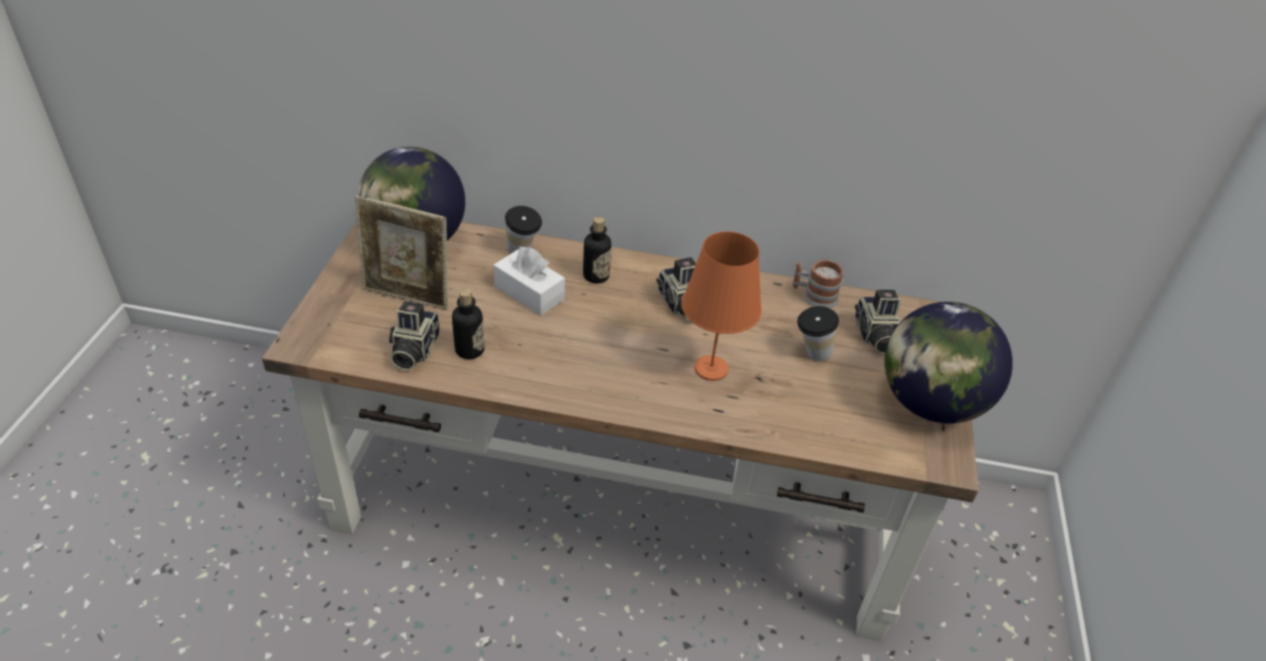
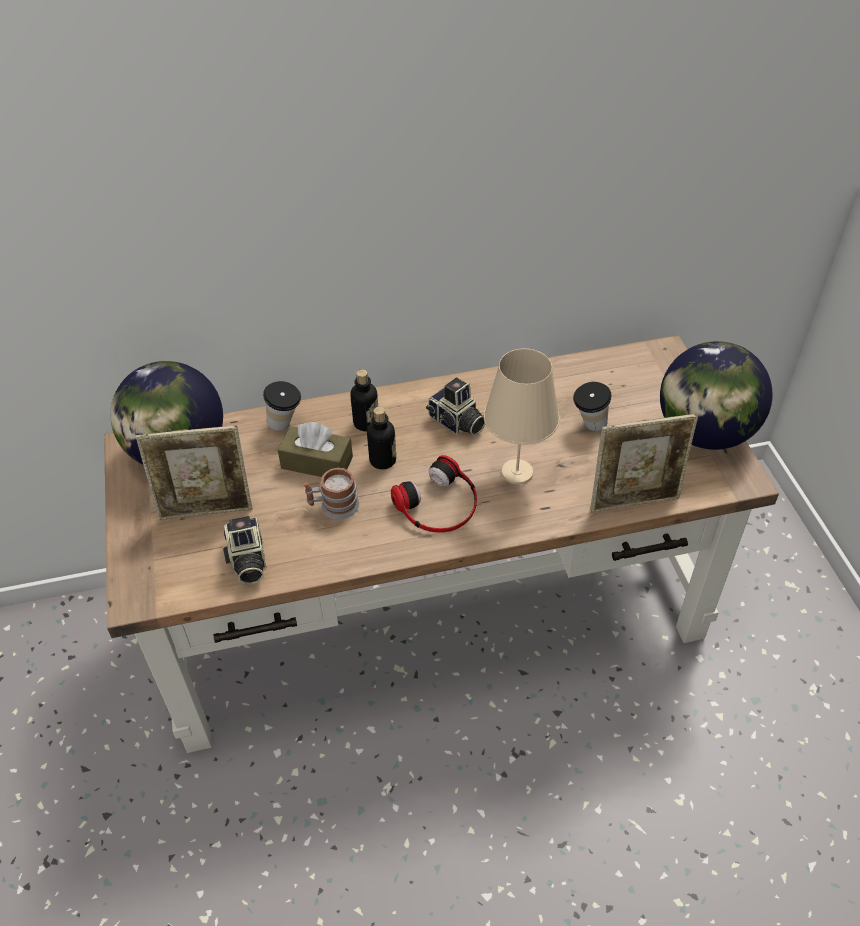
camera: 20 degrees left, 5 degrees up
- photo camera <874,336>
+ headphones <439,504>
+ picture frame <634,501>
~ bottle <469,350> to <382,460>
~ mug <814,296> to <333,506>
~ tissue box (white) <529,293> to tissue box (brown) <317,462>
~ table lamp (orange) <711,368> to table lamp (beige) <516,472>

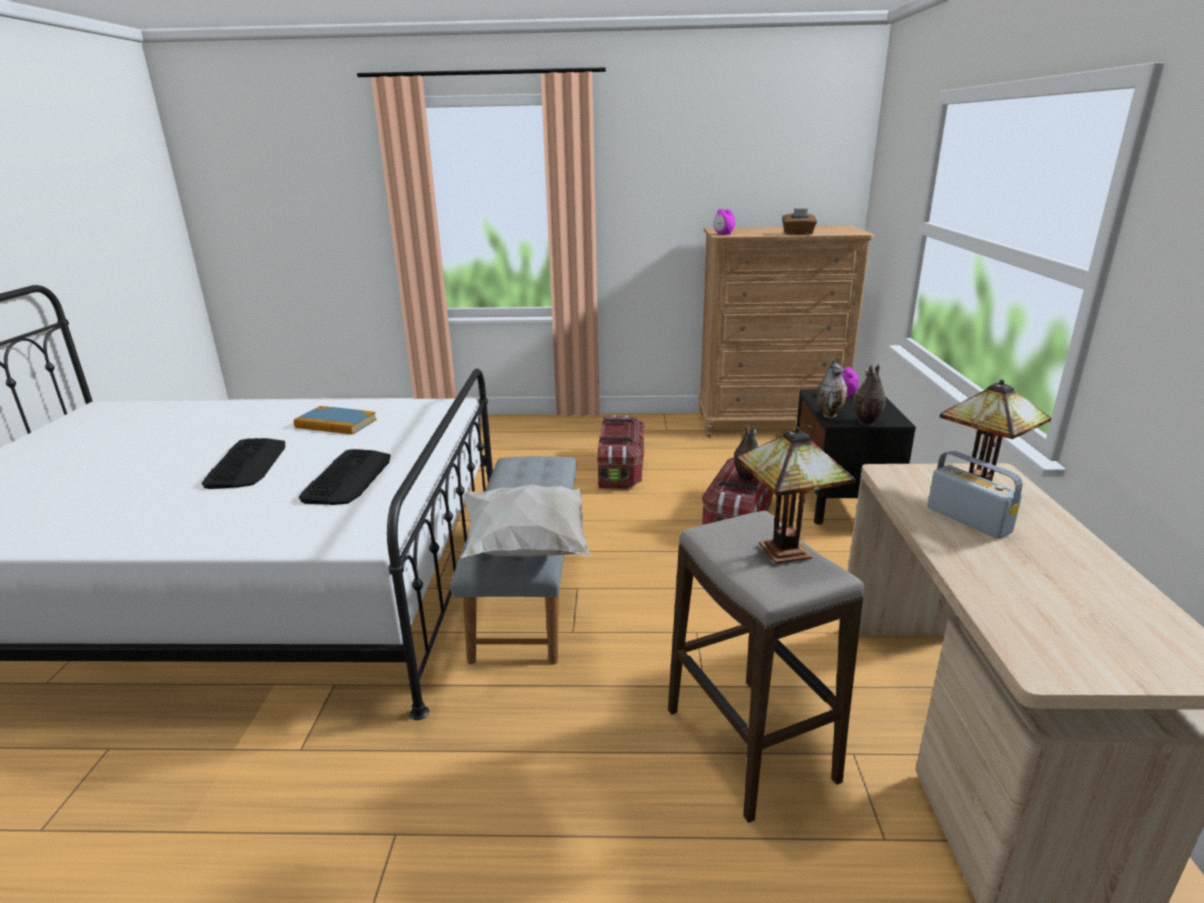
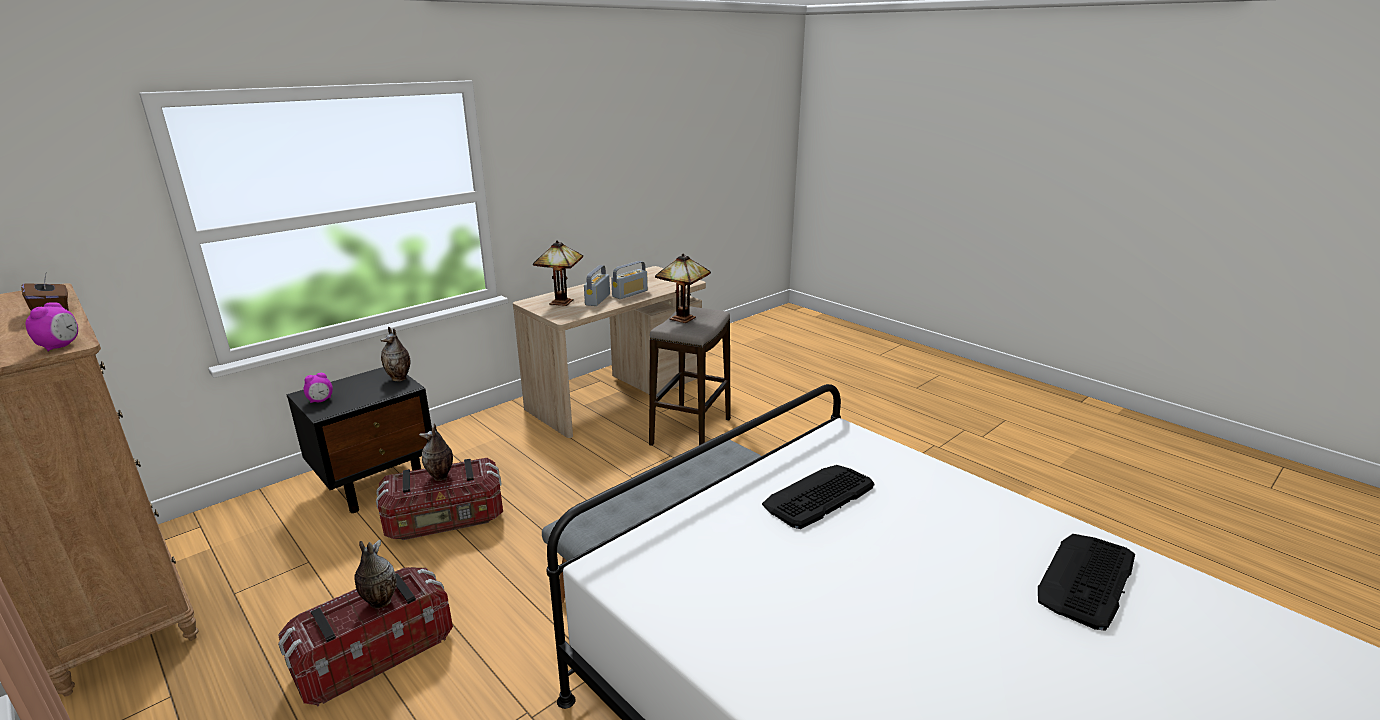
camera: 135 degrees left, 0 degrees up
- book <336,424>
- pillow (white) <527,549>
+ radio <630,293>
~ keyboard <247,464> to <1086,579>
~ vase <829,414> to <379,602>

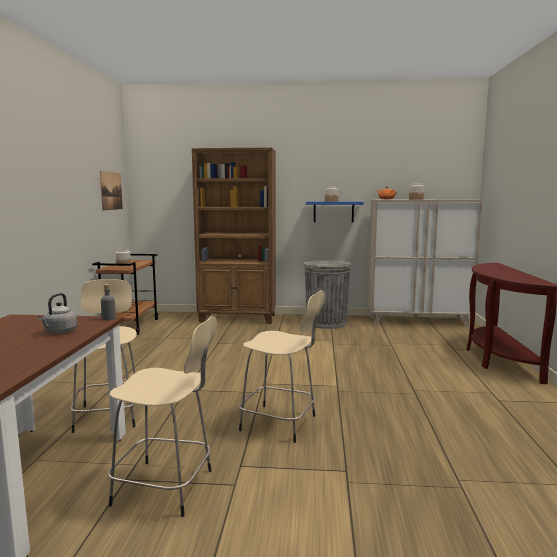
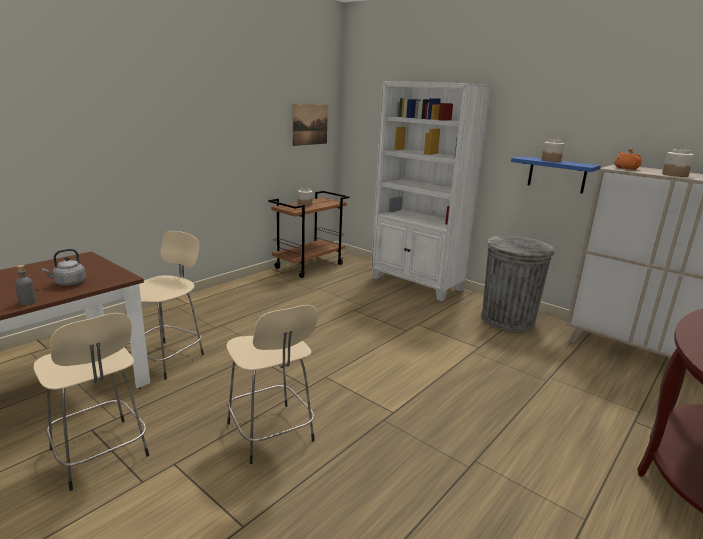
camera: 35 degrees right, 10 degrees up
~ bottle (grey) <108,318> to <27,302>
~ bookcase (brown) <238,318> to bookcase (white) <416,284>

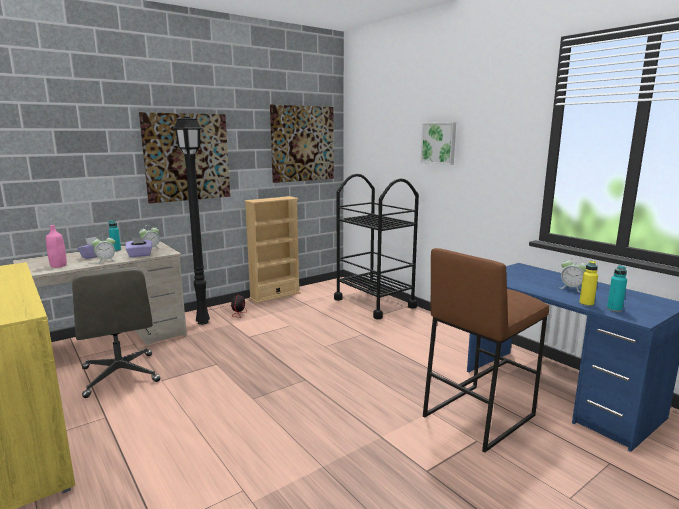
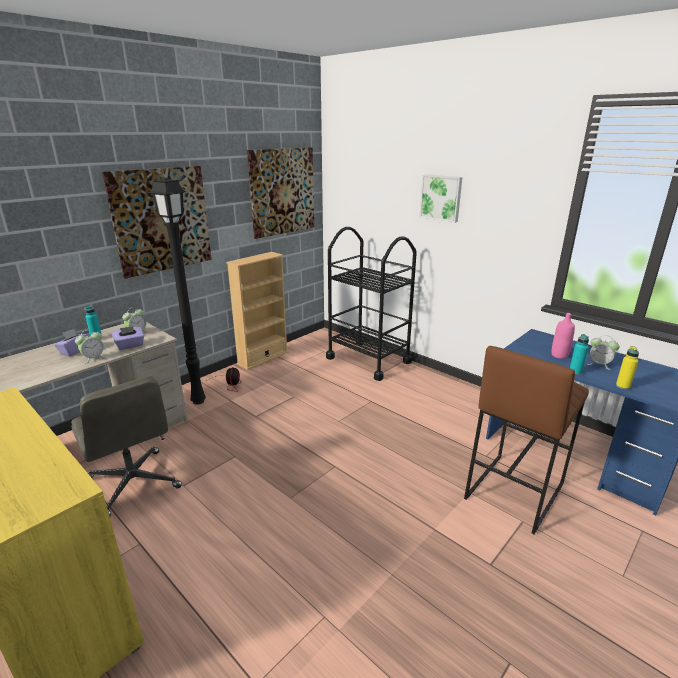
camera: 10 degrees left, 10 degrees up
~ bottle (pink) <58,265> to <559,355>
~ bottle (turquoise) <614,309> to <575,371>

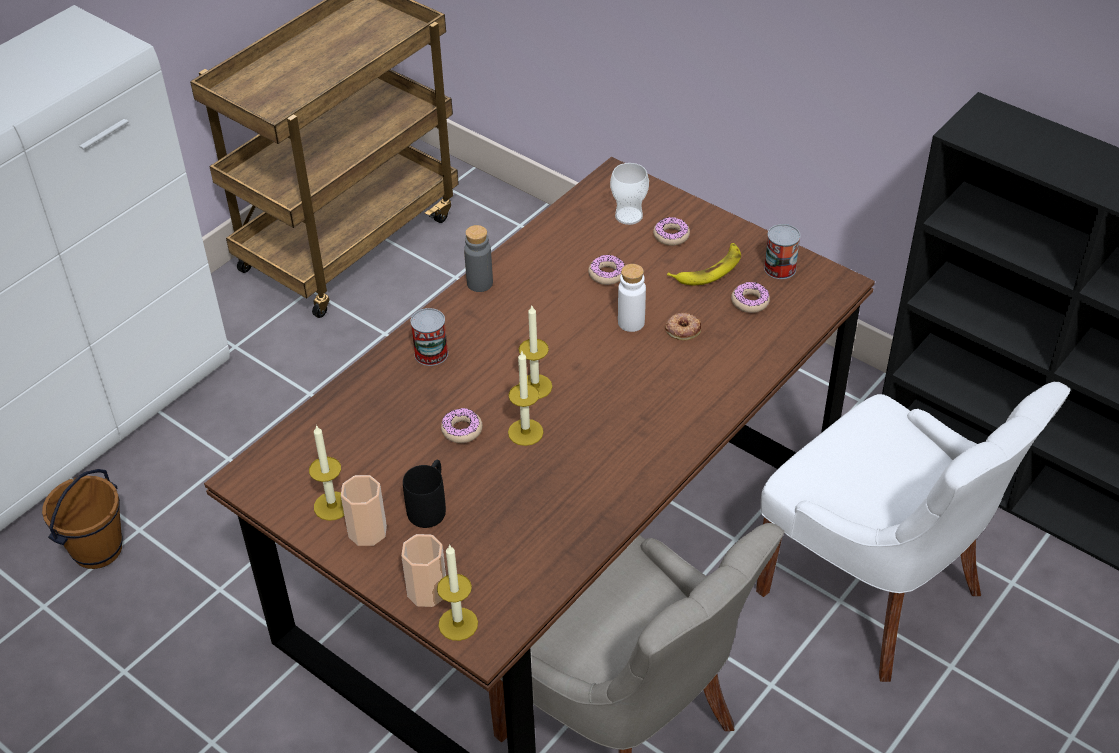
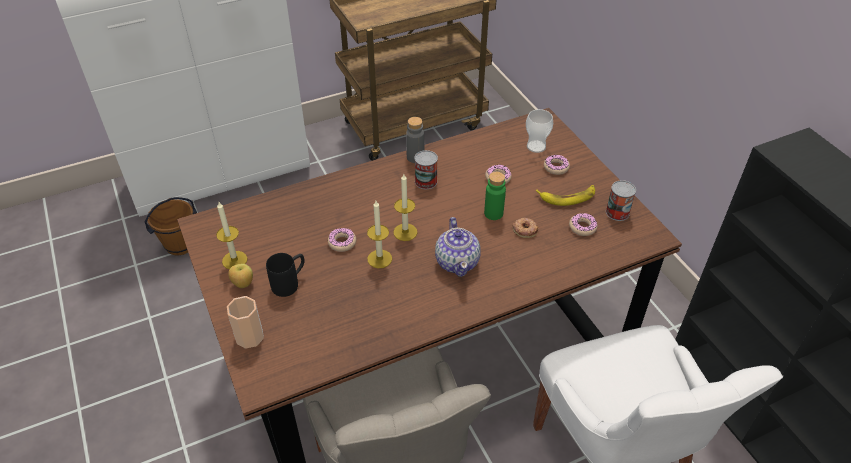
camera: 25 degrees right, 0 degrees up
- candle <458,624>
+ teapot <457,262>
~ can <431,354> to <426,181>
~ cup <367,531> to apple <243,284>
~ bottle (white) <631,322> to bottle (green) <493,213>

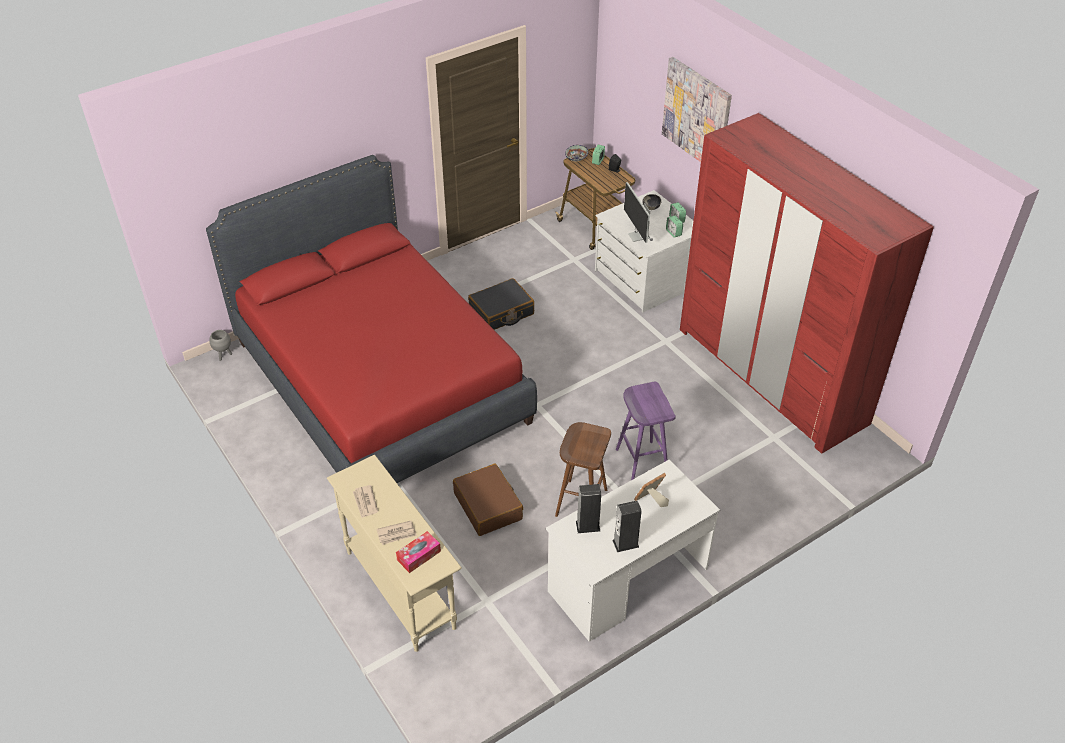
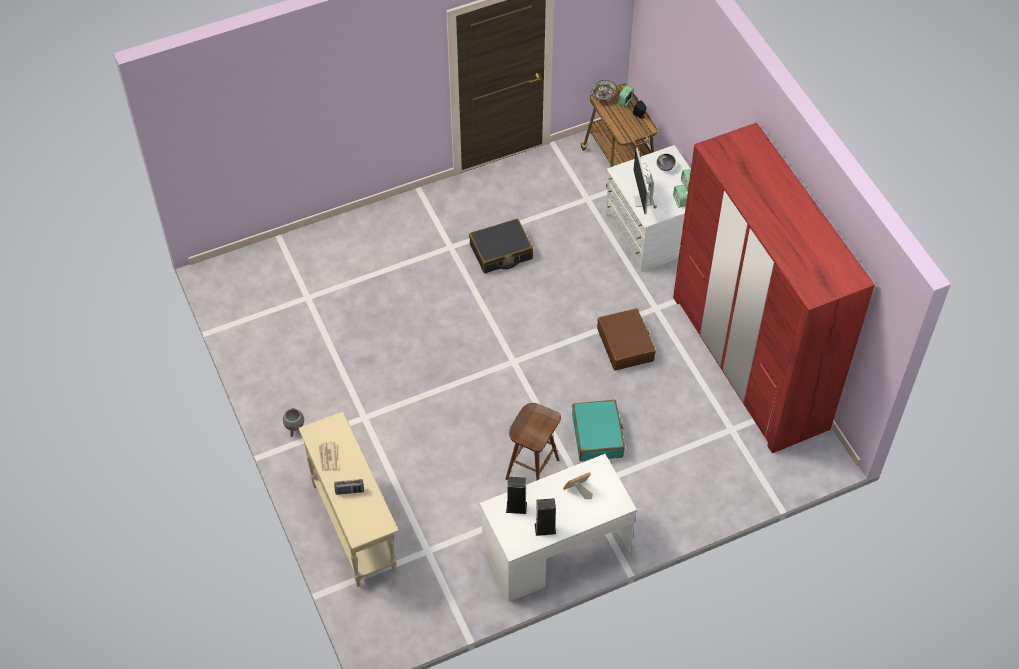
camera: 10 degrees right, 10 degrees up
- bed (red) <380,381>
- tissue box <419,555>
- picture <697,114>
~ planter (grey) <223,355> to <295,430>
~ suitcase (brown) <488,506> to <625,345>
~ newspaper <397,534> to radio <349,491>
~ stool (purple) <641,461> to suitcase (turquoise) <597,436>

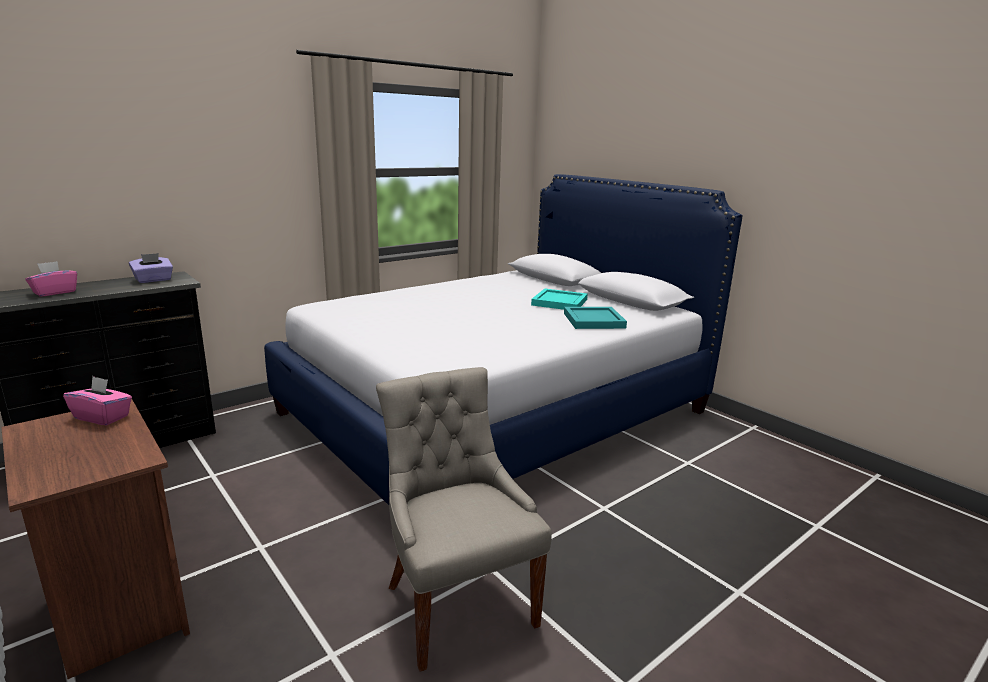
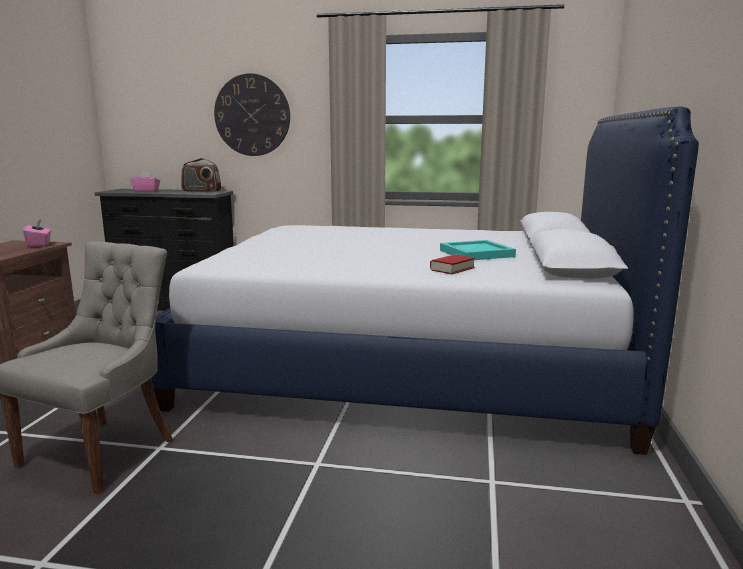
camera: 50 degrees right, 5 degrees down
+ wall clock <252,115>
~ tissue box (purple) <153,280> to radio <201,191>
~ tray (turquoise) <595,321> to book <452,269>

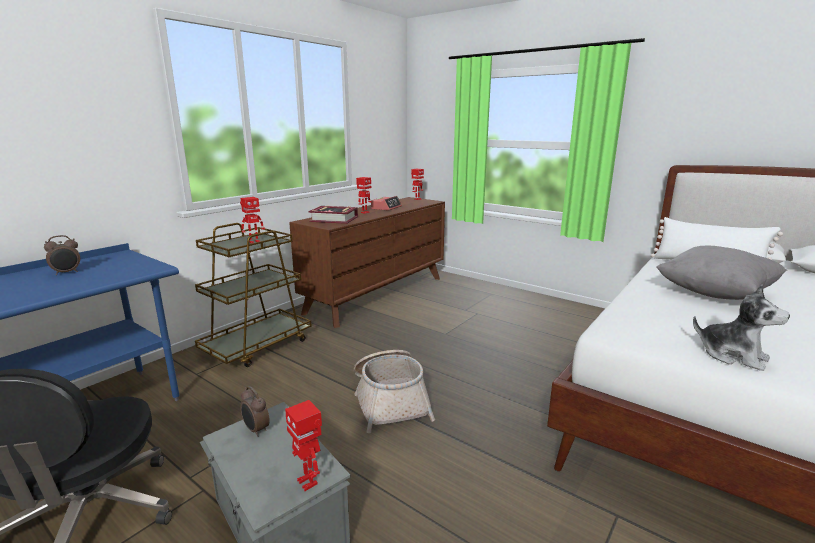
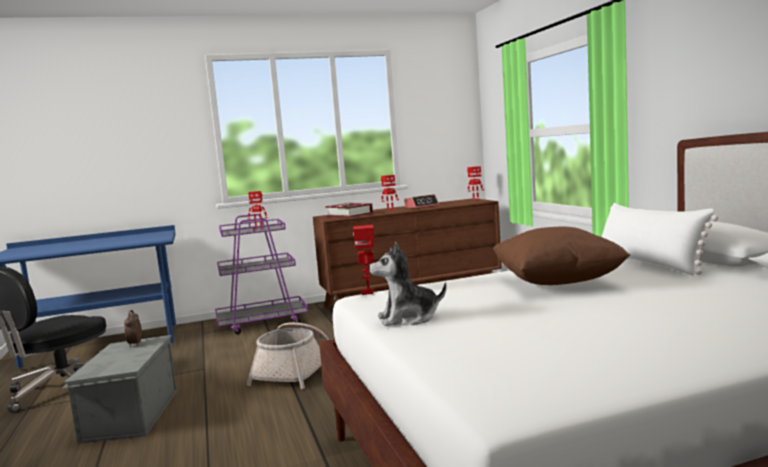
camera: 35 degrees right, 10 degrees down
- alarm clock <67,272>
~ toy robot <308,482> to <368,292>
~ cart (brown) <258,346> to cart (purple) <263,322>
~ pillow (grey) <714,293> to pillow (brown) <557,283>
~ plush toy <732,355> = <408,318> 90 degrees clockwise

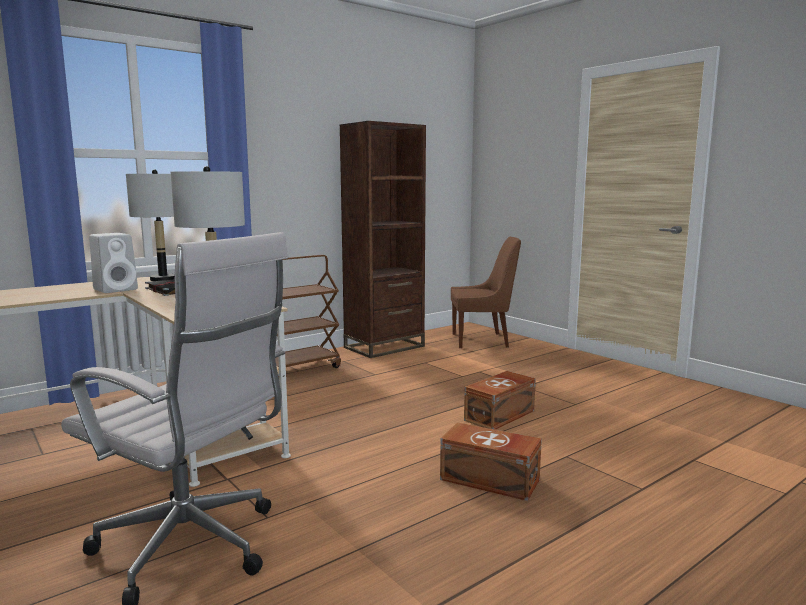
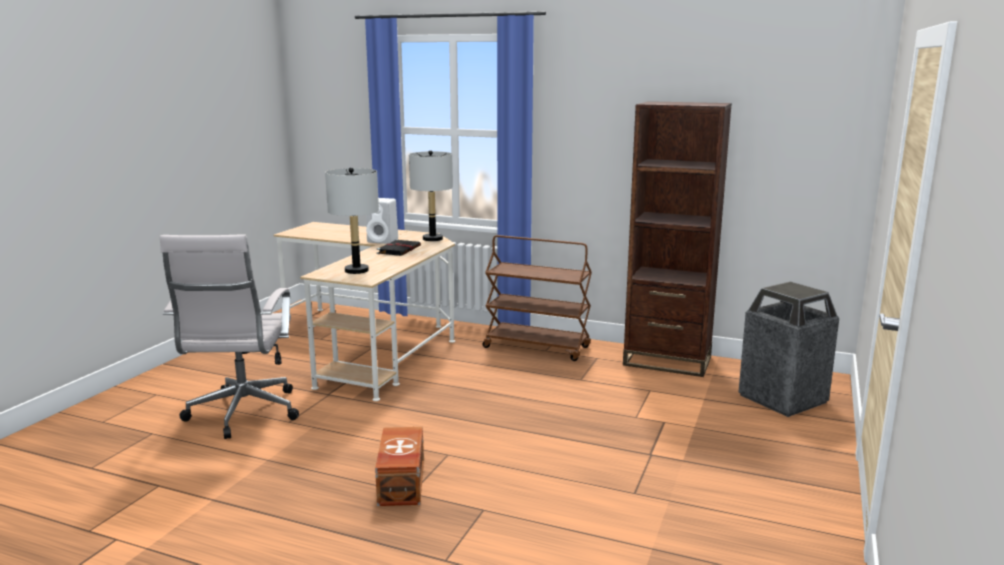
camera: 60 degrees right, 5 degrees up
- storage box (brown) <501,415>
~ chair (brown) <482,340> to trash can <782,399>

